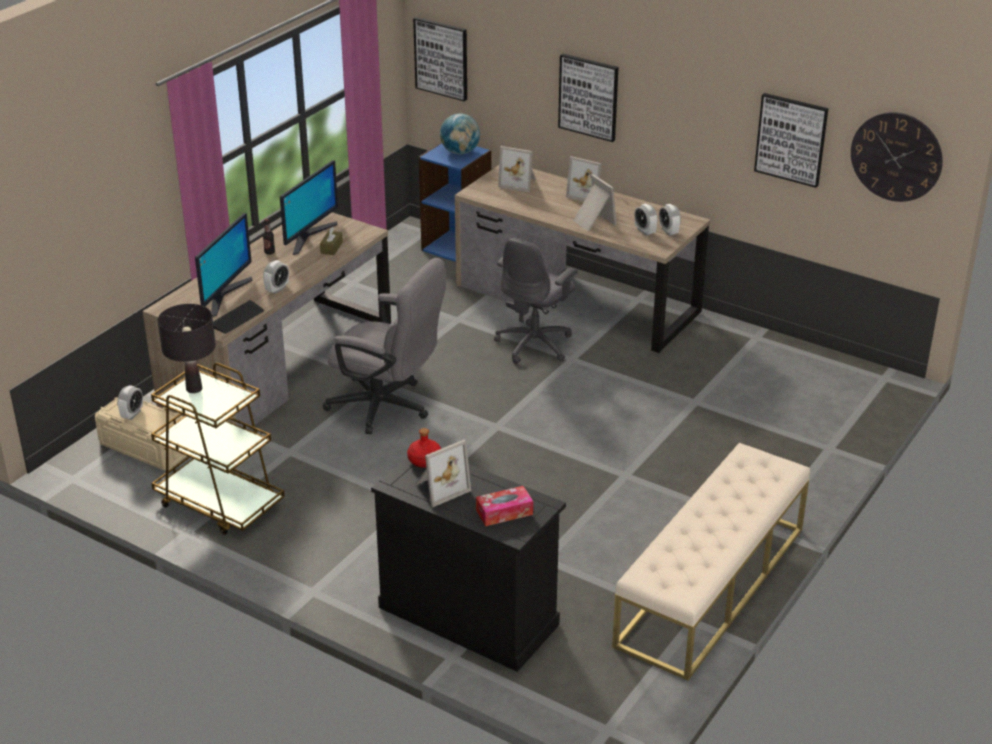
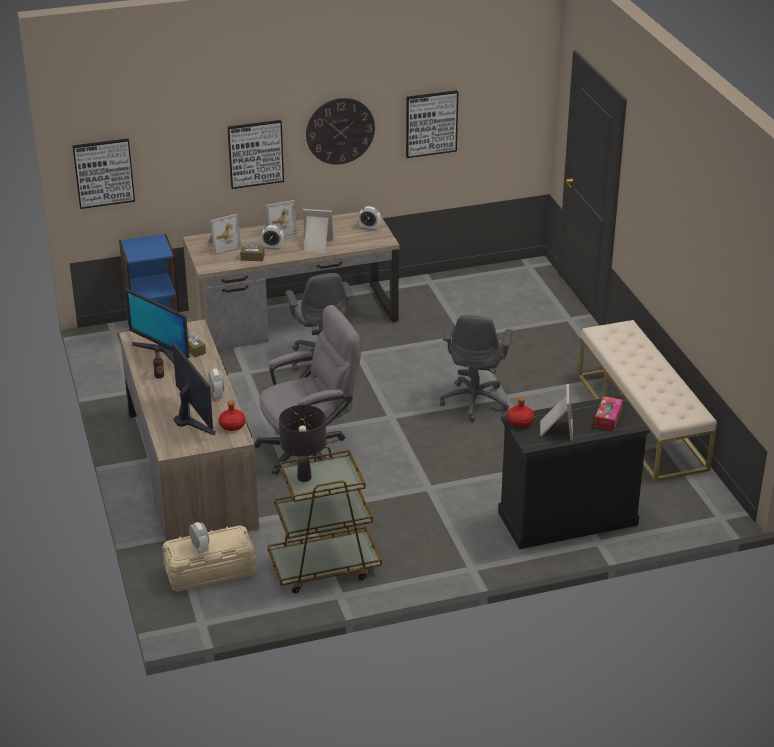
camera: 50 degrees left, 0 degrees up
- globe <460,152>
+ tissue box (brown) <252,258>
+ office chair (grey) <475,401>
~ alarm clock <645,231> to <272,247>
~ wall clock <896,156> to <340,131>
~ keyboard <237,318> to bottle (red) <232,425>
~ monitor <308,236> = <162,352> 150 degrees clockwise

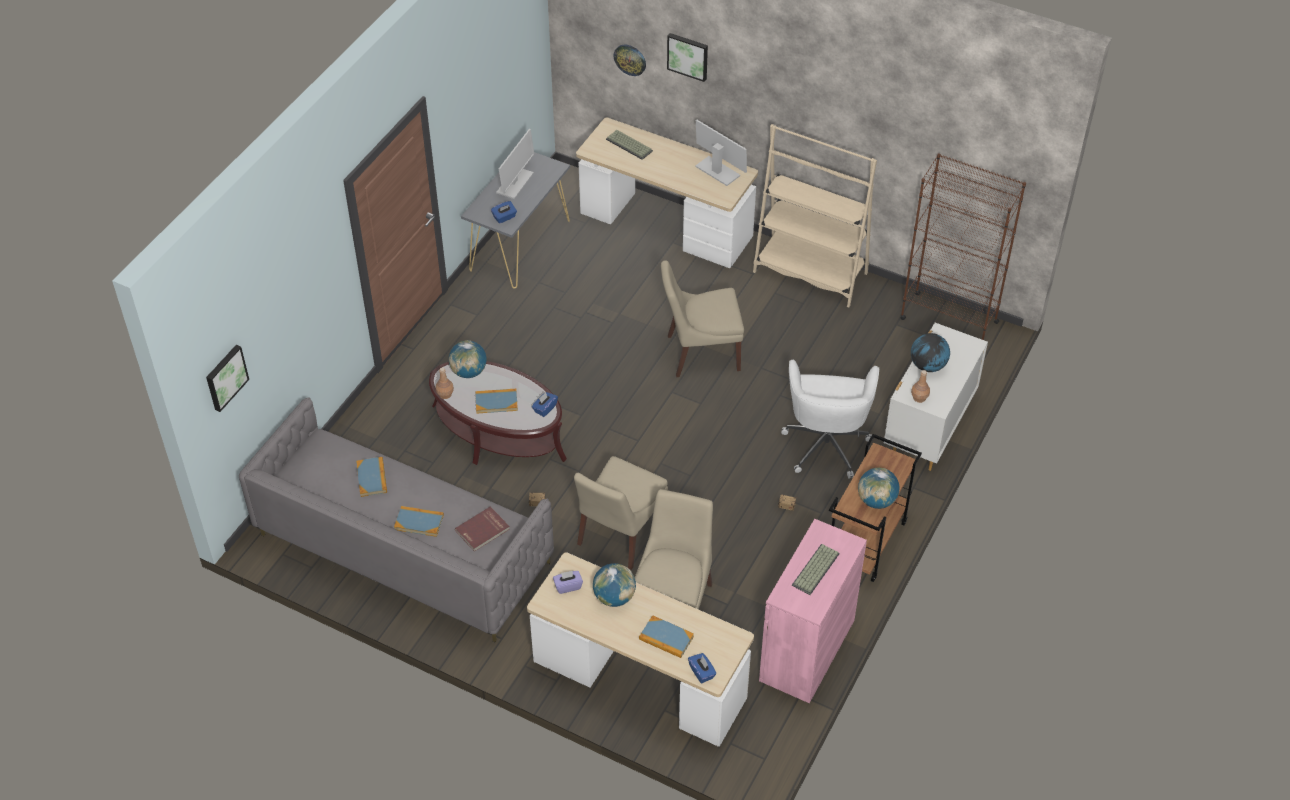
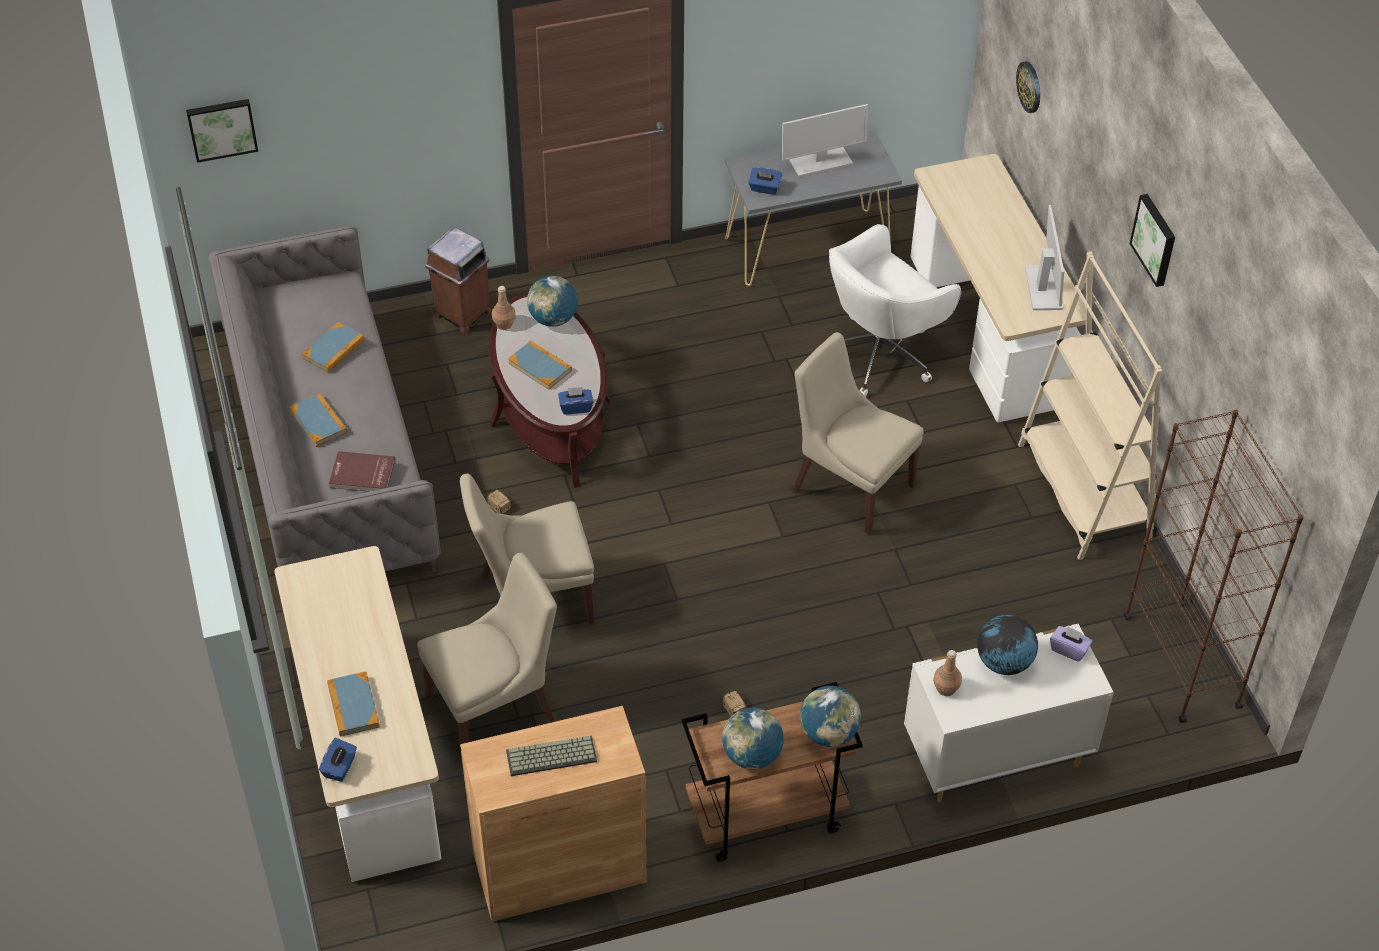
camera: 45 degrees right, 0 degrees up
- keyboard <630,145>
+ trash can (brown) <462,314>
~ tissue box (purple) <568,586> to <1069,649>
~ globe <614,597> to <828,733>
~ picture <688,56> to <1155,239>
~ office chair (white) <826,443> to <880,354>
~ cabinet (pink) <807,650> to cabinet (brown) <559,868>

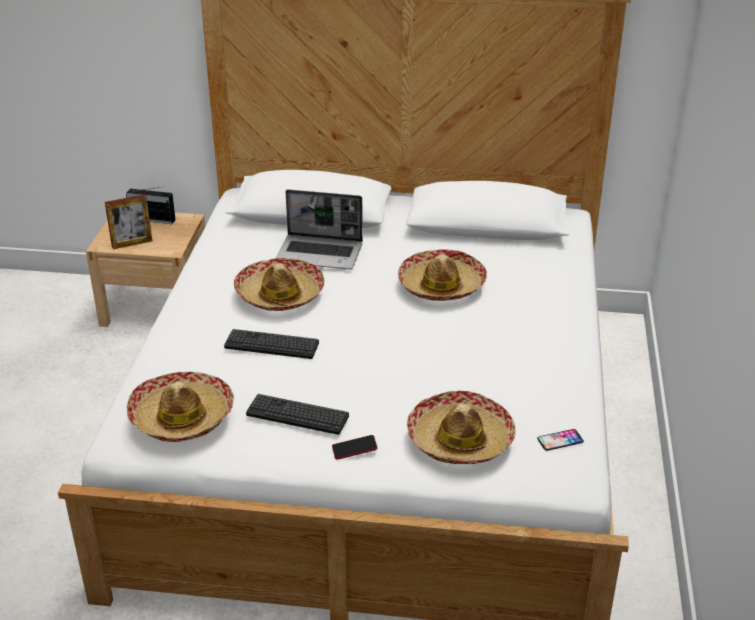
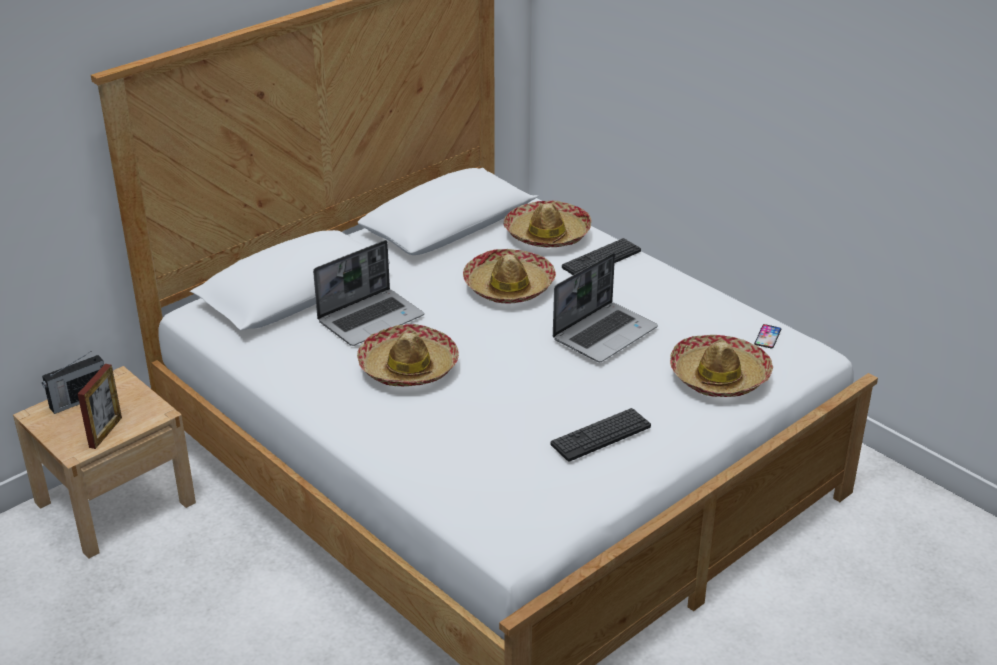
camera: 50 degrees left, 0 degrees up
- phone <354,450>
+ laptop <605,333>
~ hat <182,417> to <547,234>
~ keyboard <271,345> to <601,259>

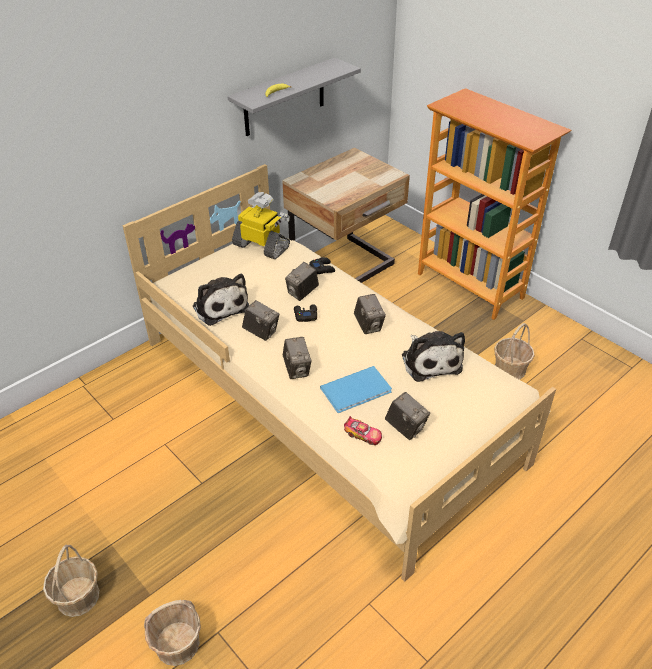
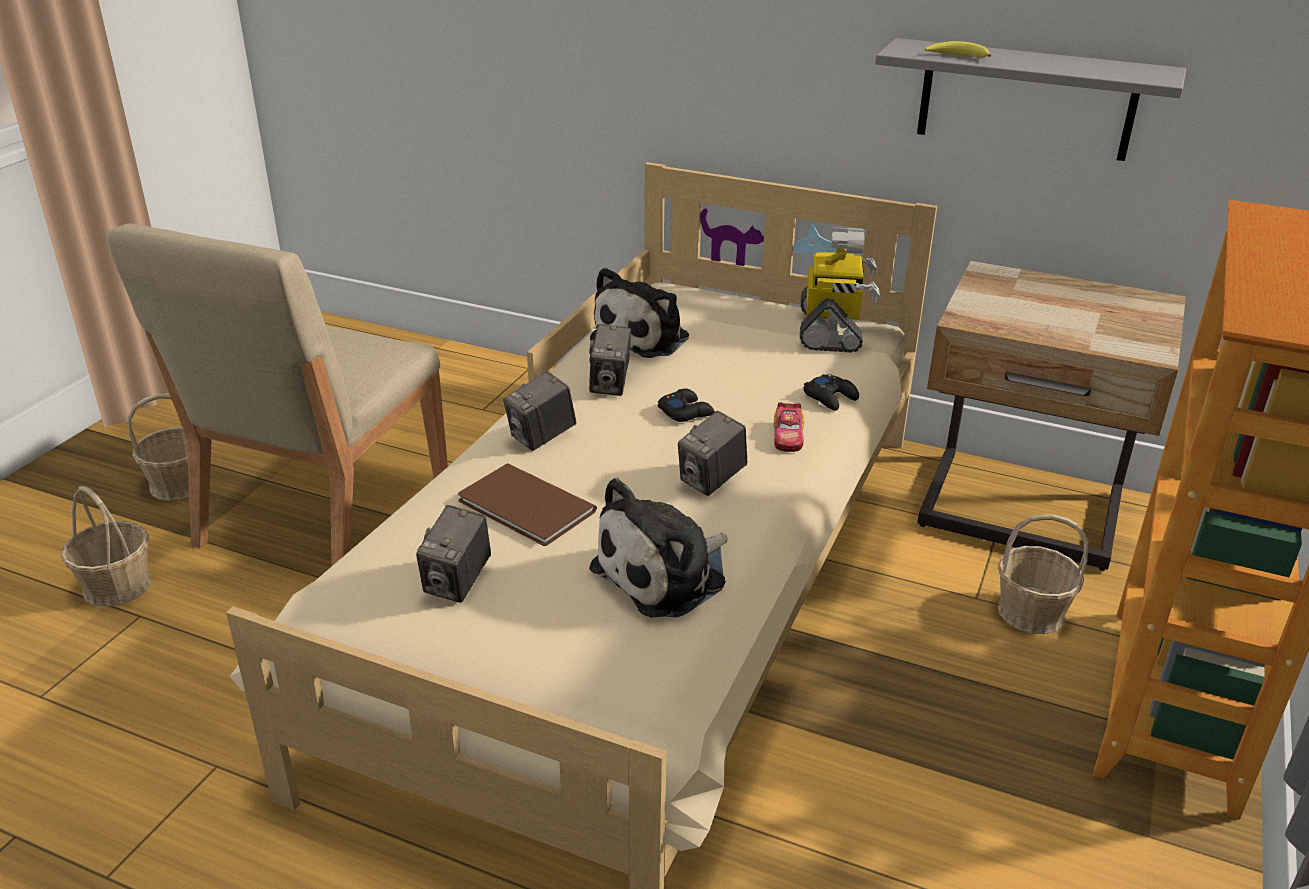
camera: 65 degrees right, 10 degrees down
- photo camera <302,293>
+ chair (beige) <322,513>
~ toy car <363,435> to <788,436>
~ basket <509,369> to <1030,612>
~ book (blue) <358,390> to book (brown) <526,509>

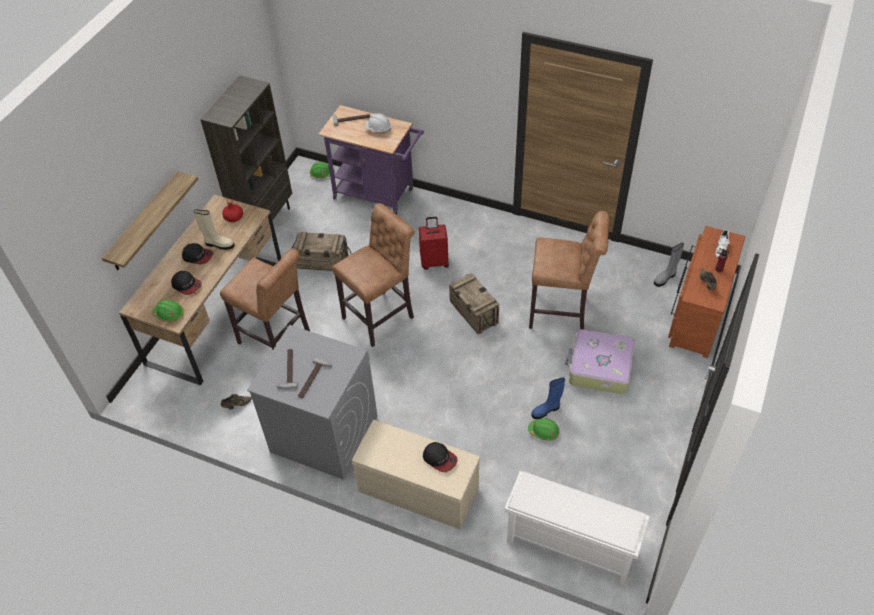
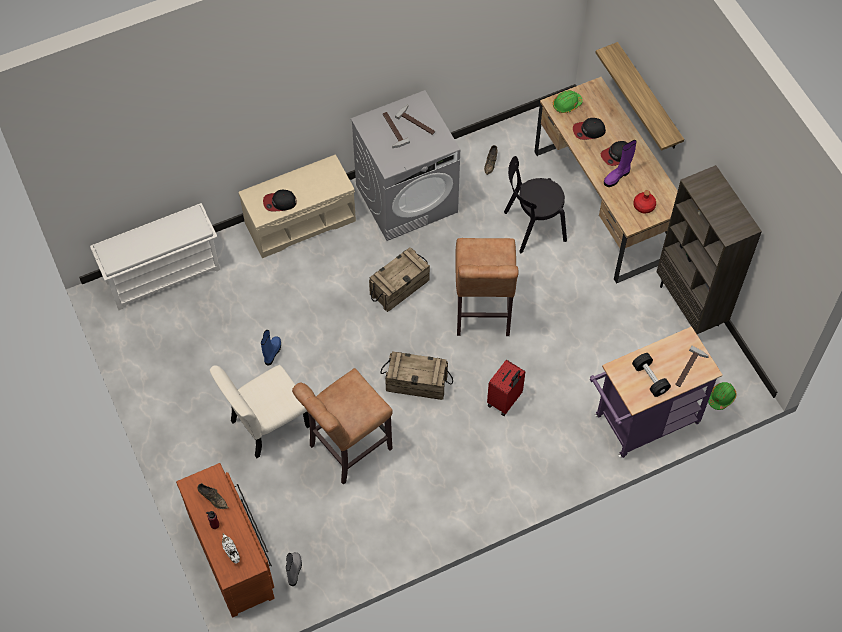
camera: 130 degrees right, 10 degrees up
- hard hat (green) <544,431>
~ crate <322,261> to <399,287>
~ stool (brown) <277,339> to chair (black) <532,227>
~ hard hat (white) <378,129> to dumbbell (black) <650,379>
~ suitcase <599,368> to chair (beige) <267,425>
~ boot (beige) <218,244> to boot (purple) <617,176>

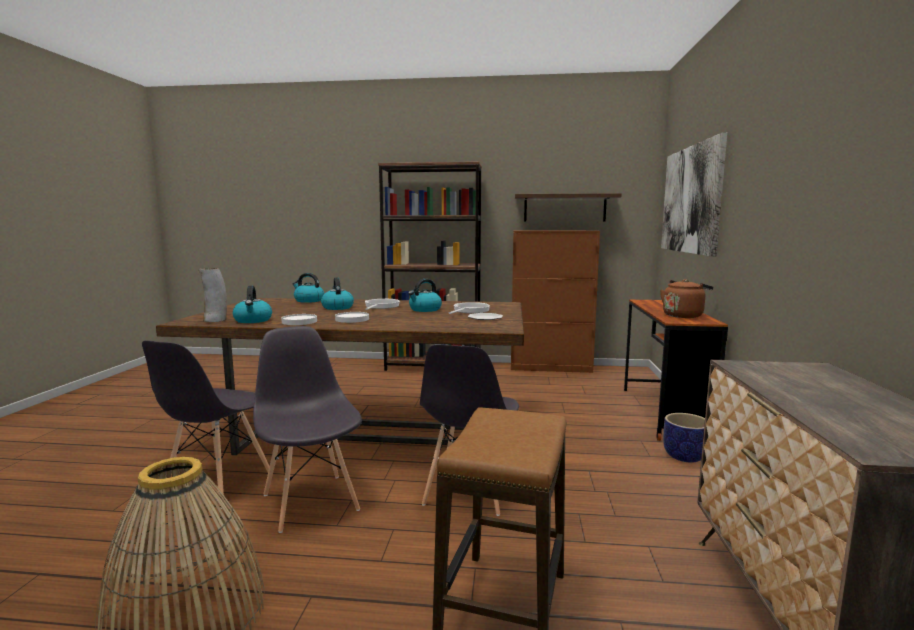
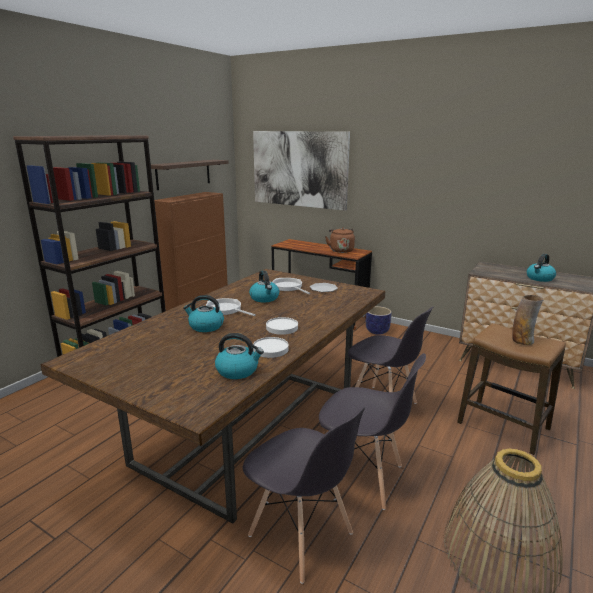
camera: 65 degrees left, 10 degrees up
~ vase <215,320> to <522,341>
~ kettle <308,300> to <539,278>
~ chair (grey) <310,501> = <363,477> 150 degrees counterclockwise

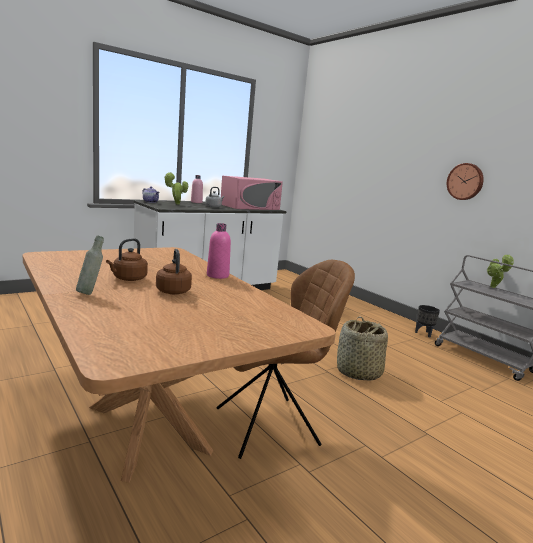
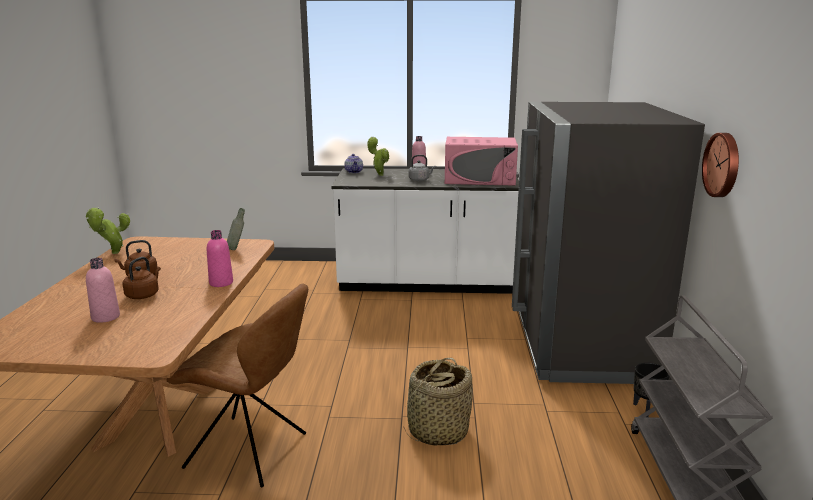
camera: 40 degrees right, 5 degrees up
+ bottle (pink) <105,317>
+ fridge (grey) <581,344>
~ bottle (grey) <90,293> to <237,249>
~ potted plant <493,287> to <113,253>

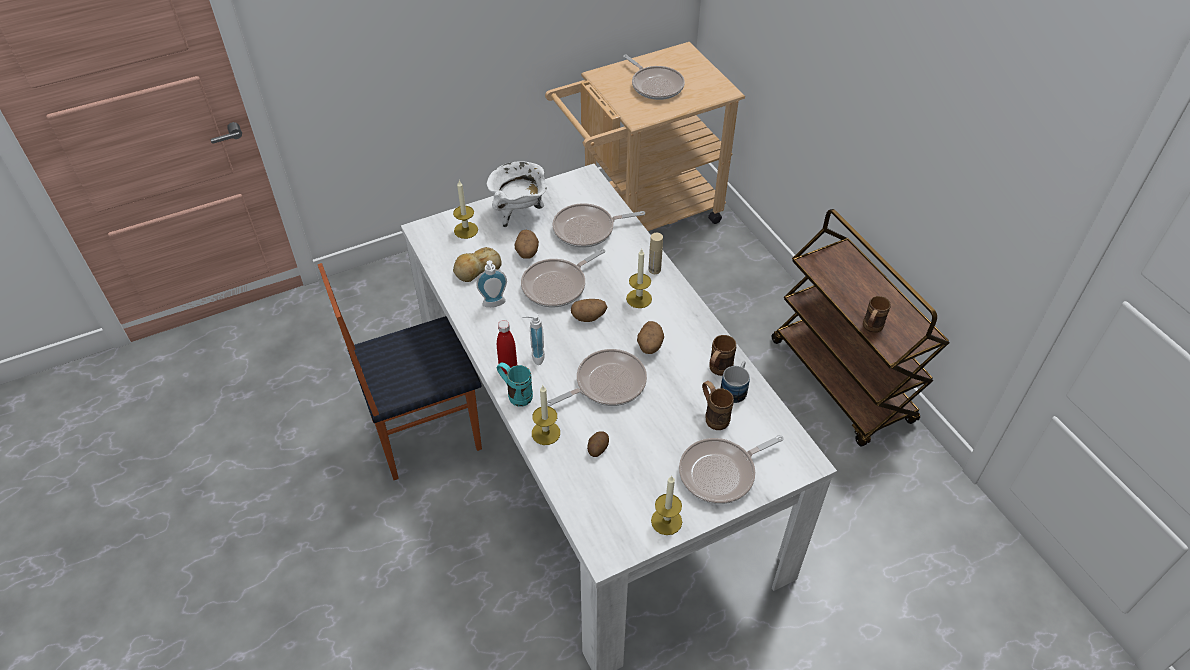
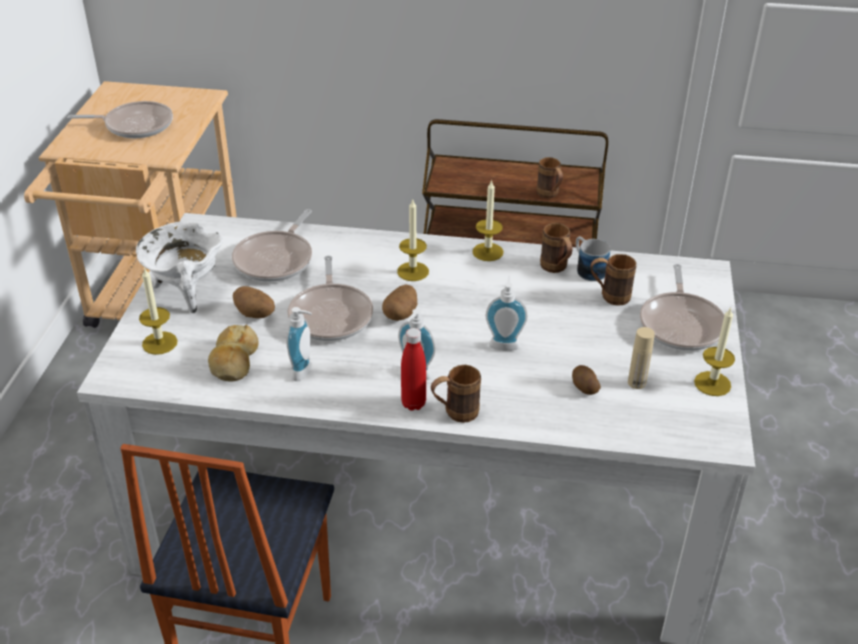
camera: 55 degrees left, 10 degrees down
- potato <649,346>
~ candle <546,433> to <487,252>
~ bottle (beige) <654,270> to <636,383>
~ frying pan <606,384> to soap dispenser <504,343>
~ mug (turquoise) <515,394> to mug (brown) <454,413>

